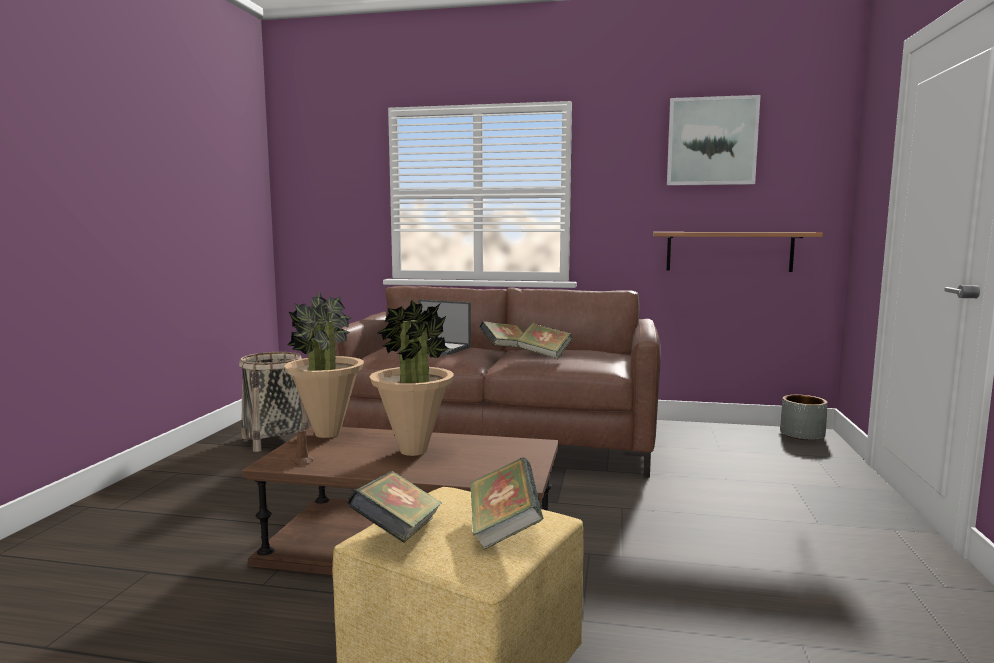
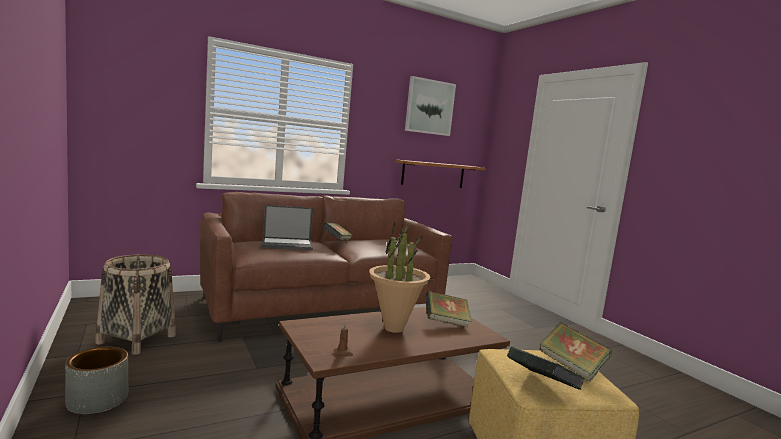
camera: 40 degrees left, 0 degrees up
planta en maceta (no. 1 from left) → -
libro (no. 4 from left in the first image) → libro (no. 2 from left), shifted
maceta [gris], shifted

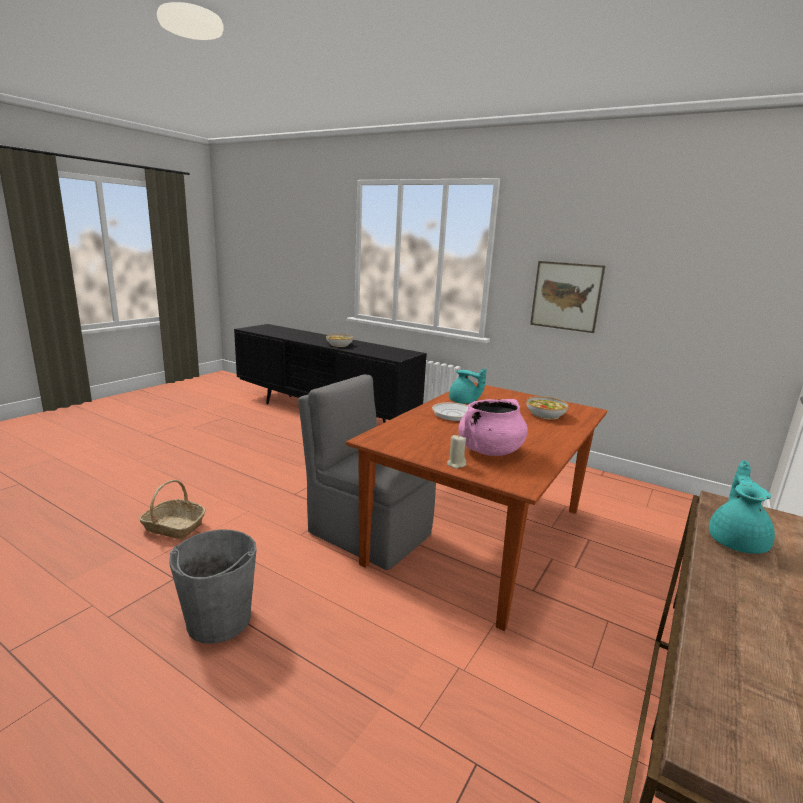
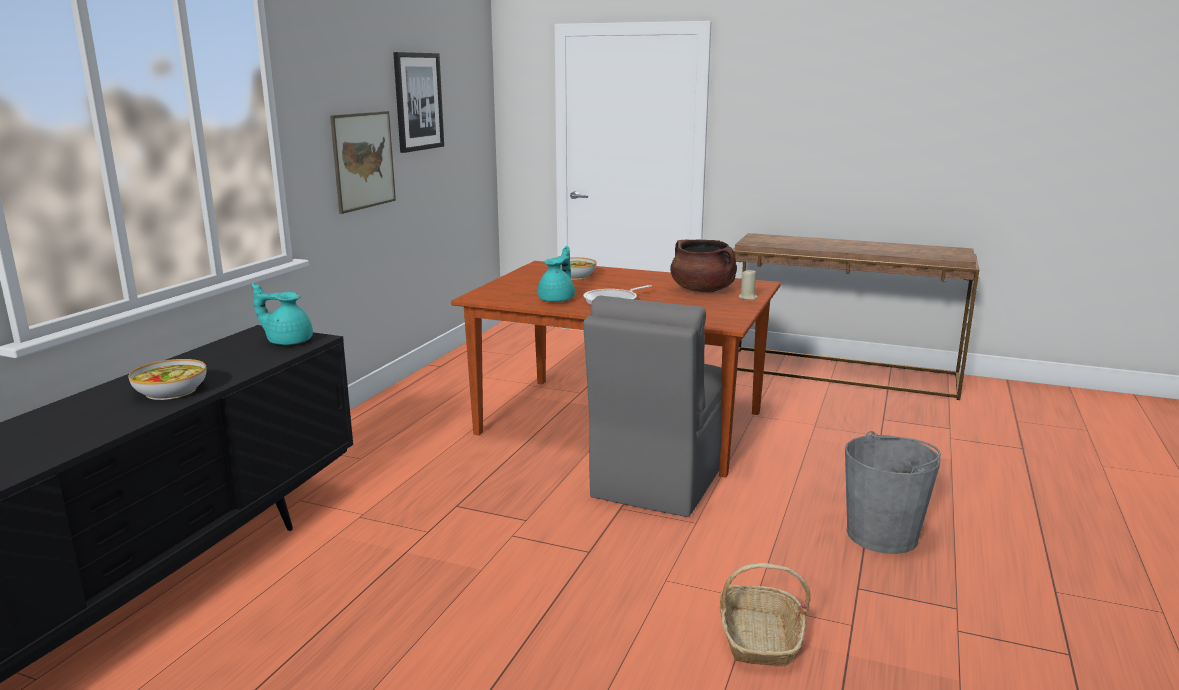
camera: 100 degrees left, 0 degrees up
- → cuadro (no. 2 from left)
tetera [turquesa] (no. 2 from left in the first image) → tetera [turquesa] (no. 1 from left), shifted
olla [rosa] → olla [marrón]

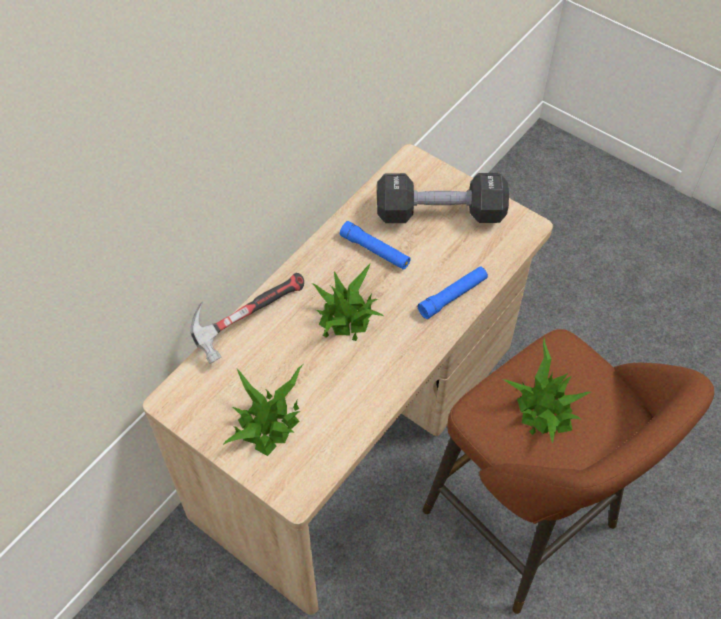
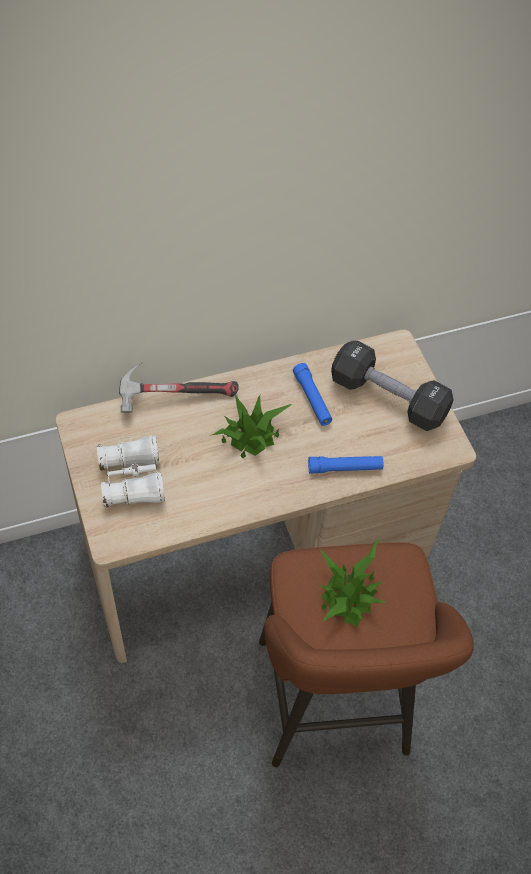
camera: 30 degrees right, 0 degrees up
planta en maceta (no. 1 from left) → prismáticos [blanco]

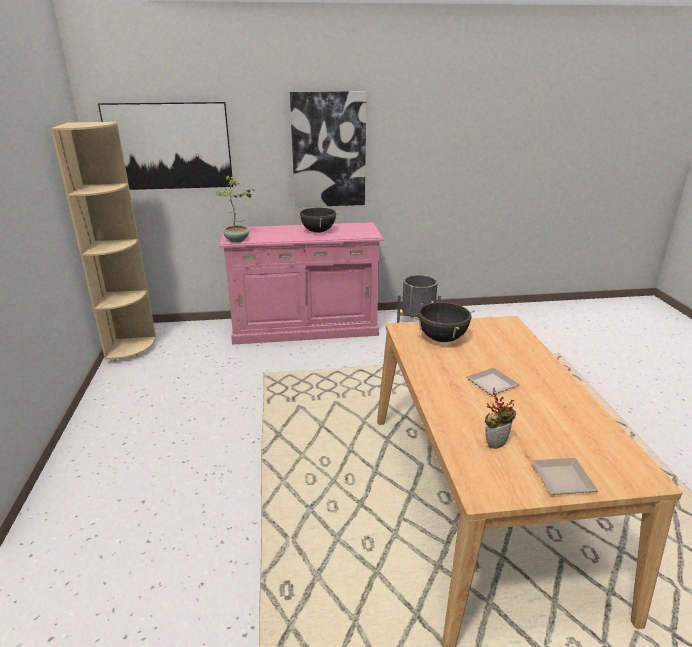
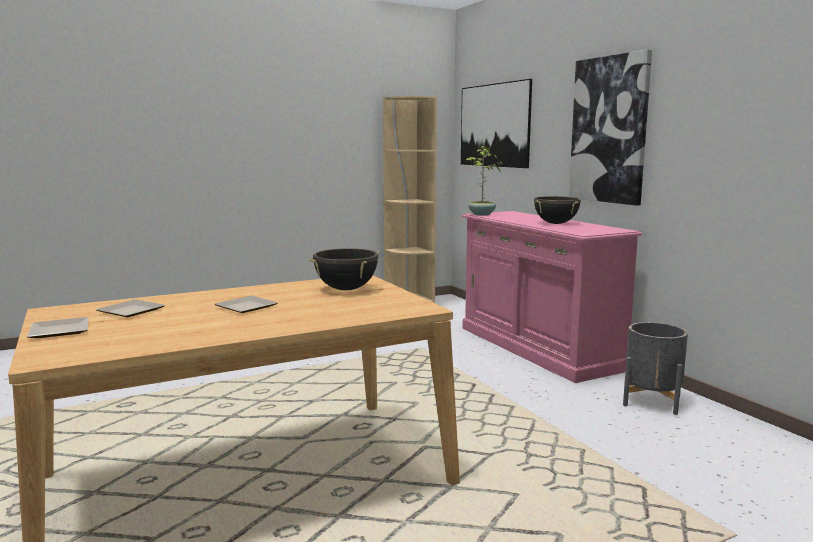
camera: 70 degrees right, 15 degrees down
planta en maceta (no. 2 from left) → plato (no. 2 from left)

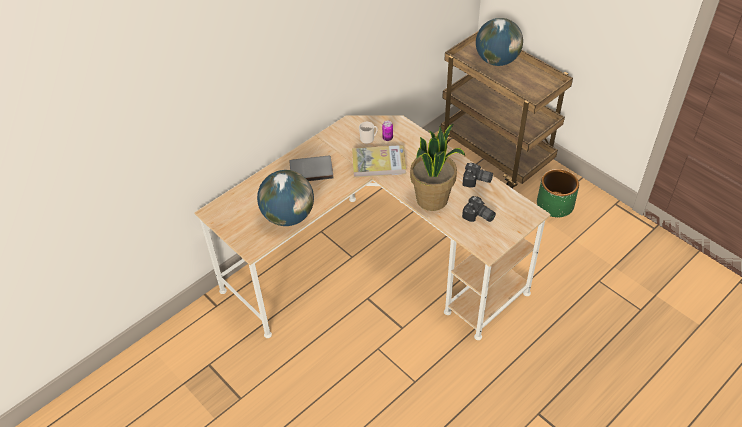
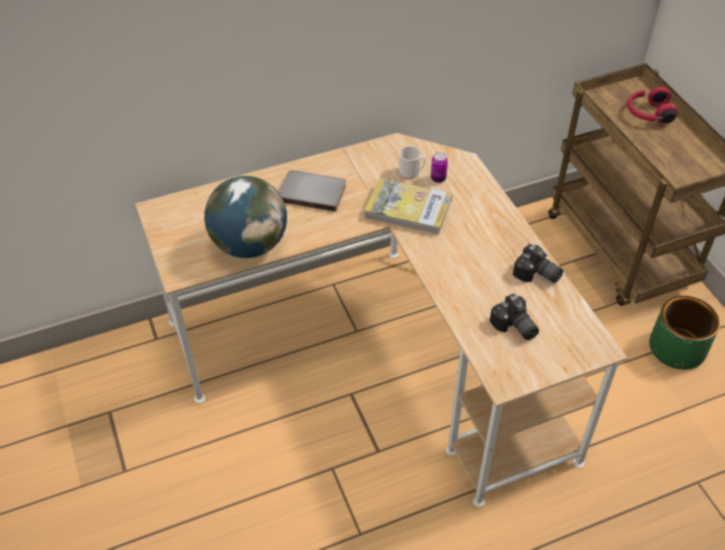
camera: 20 degrees right, 0 degrees up
planta en maceta → -
globo terráqueo (no. 2 from left) → auriculares [rojo]

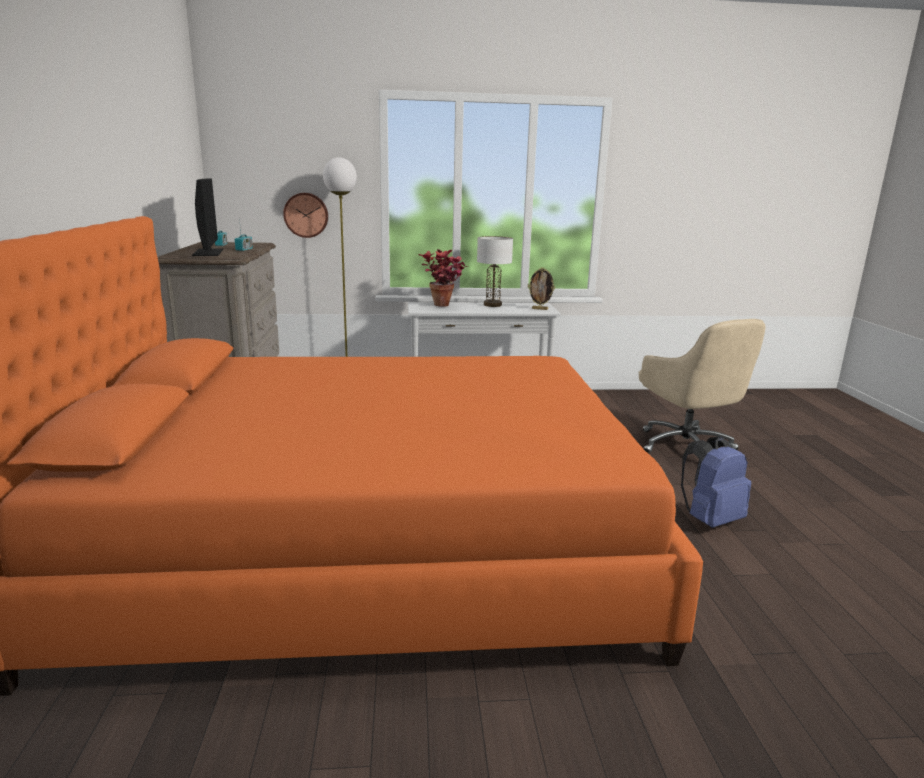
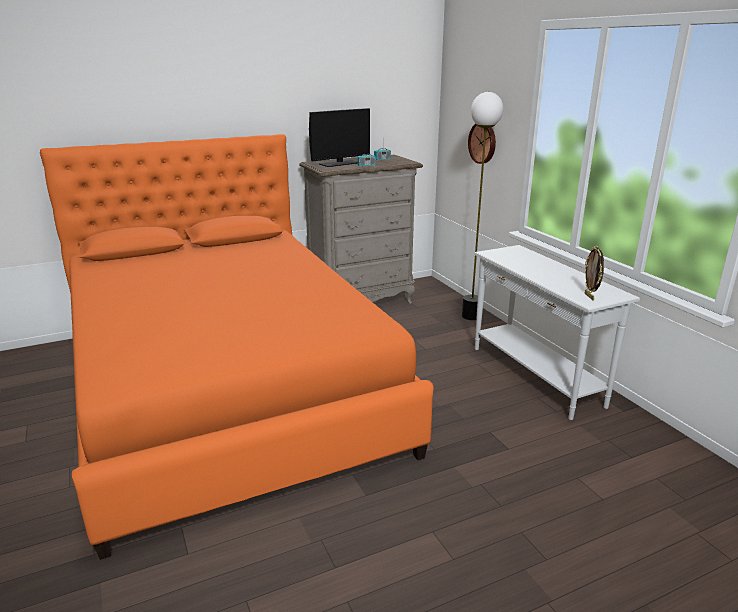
camera: 70 degrees right, 5 degrees up
planta en maceta → -
lámpara de mesa → -
silla de oficina [beis] → -
mochila [azul] → -

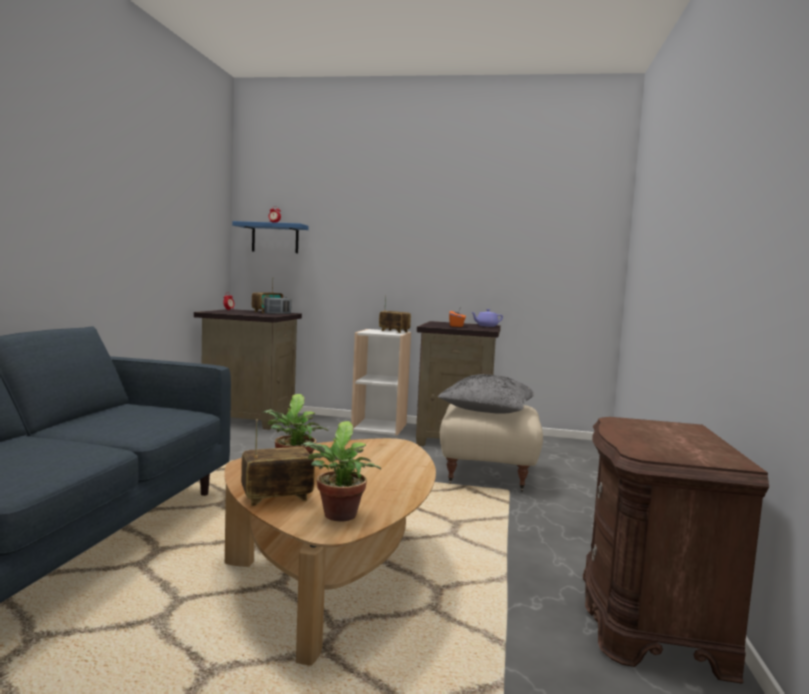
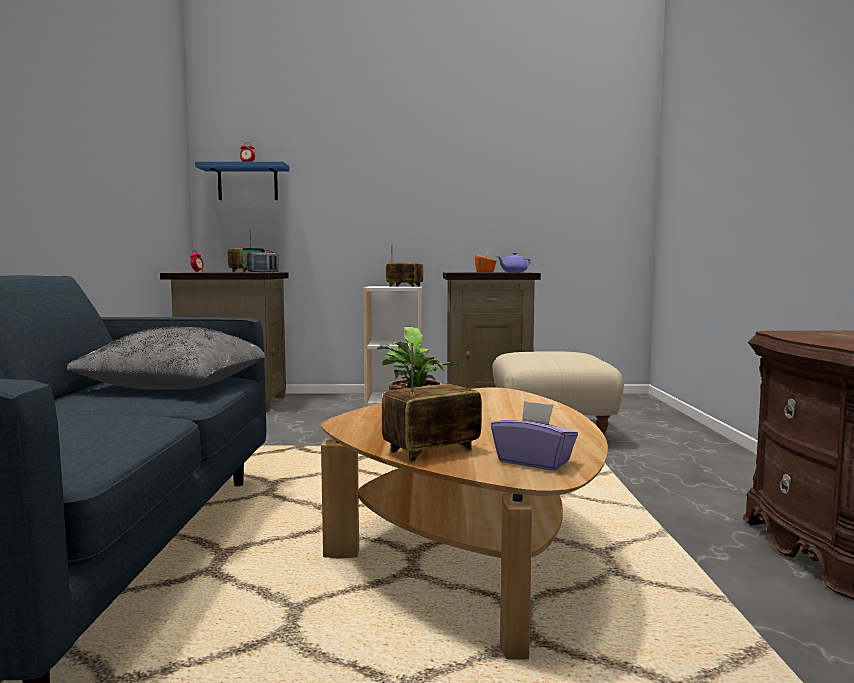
camera: 10 degrees left, 0 degrees up
cojín [gris], shifted
planta en maceta (no. 2 from left) → caja de pañuelos [morado]

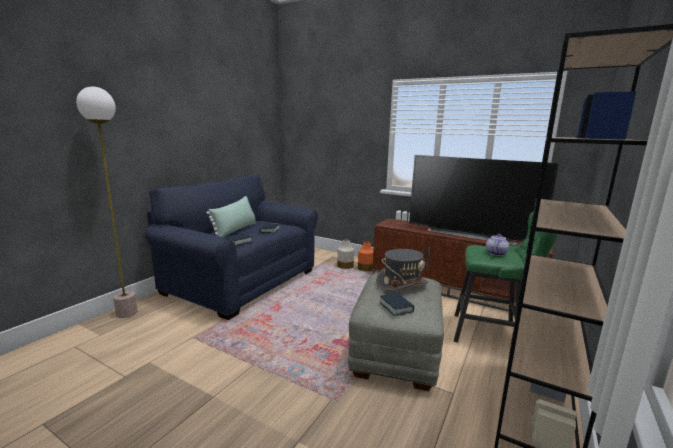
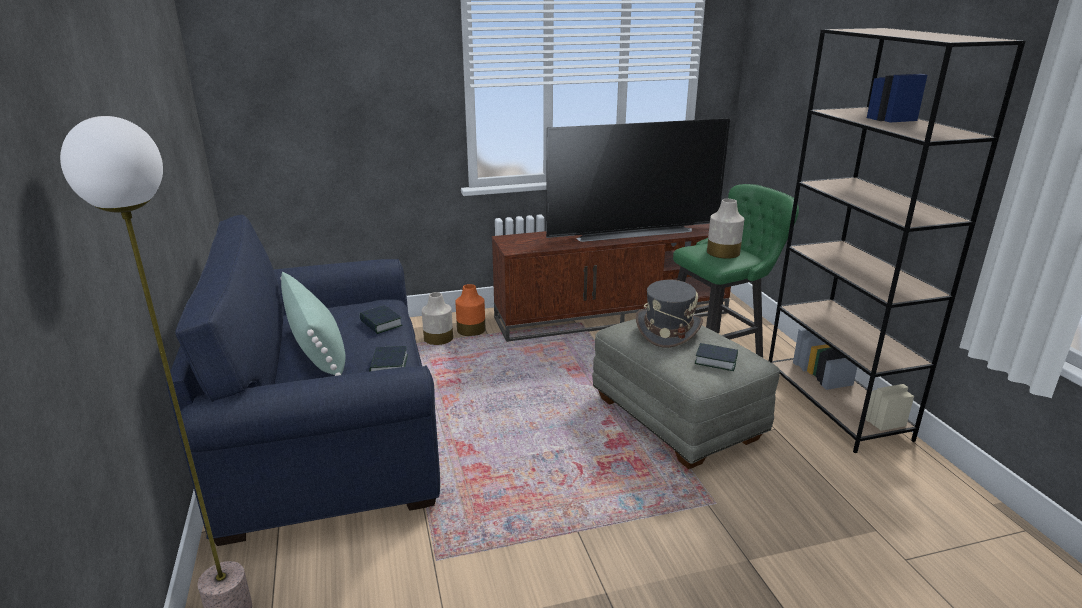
camera: 45 degrees left, 10 degrees up
tetera → florero [beis] (no. 2 from left)

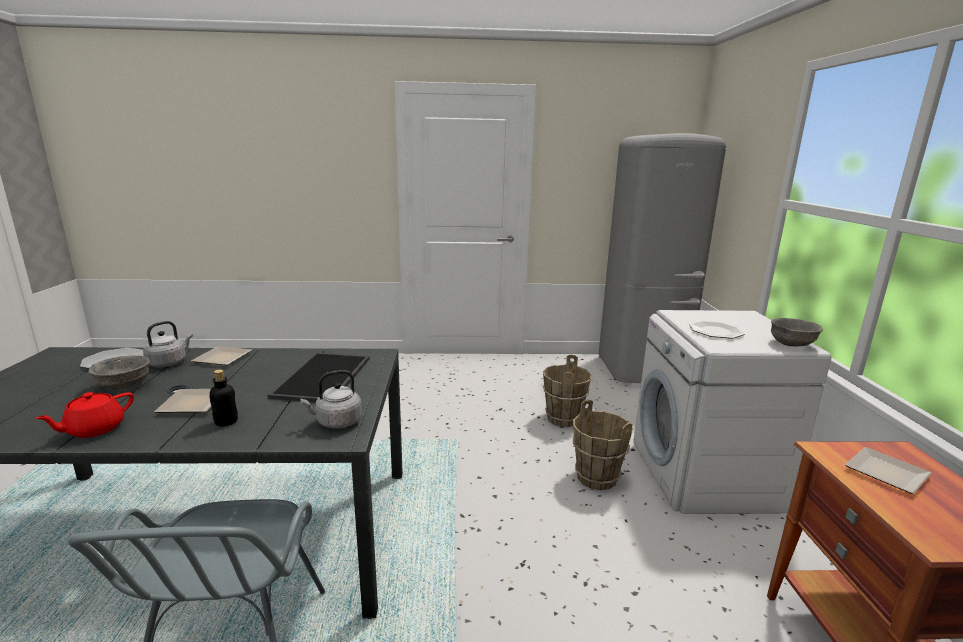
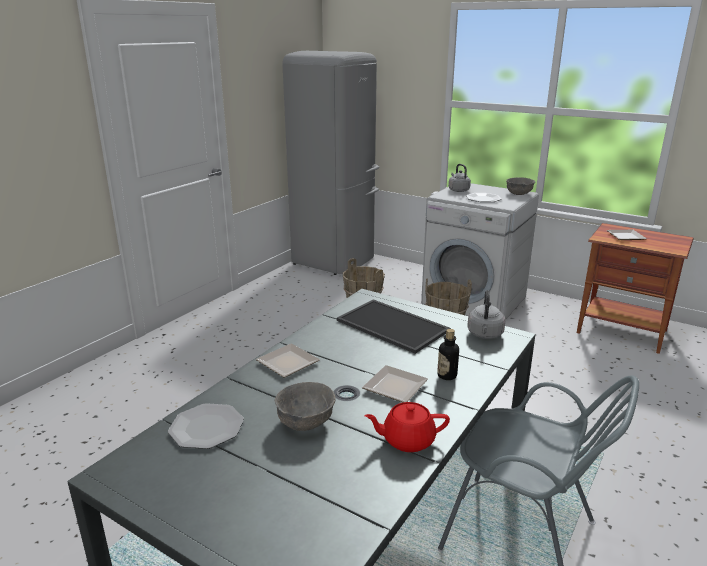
camera: 55 degrees left, 5 degrees up
hervidor [gris] (no. 1 from left), shifted
tetera [rojo], 105 degrees clockwise

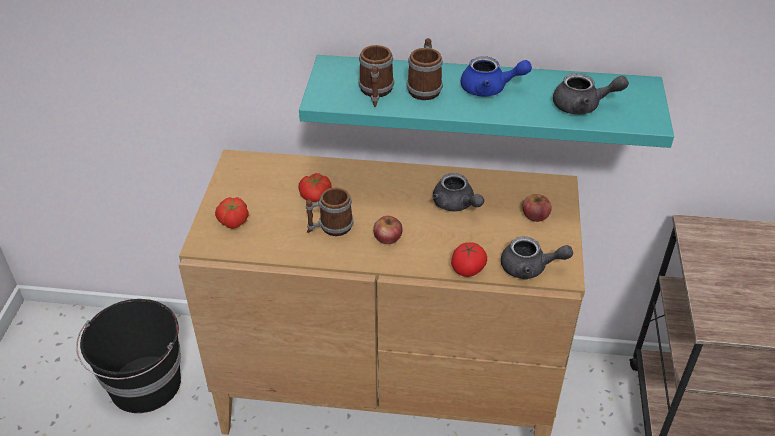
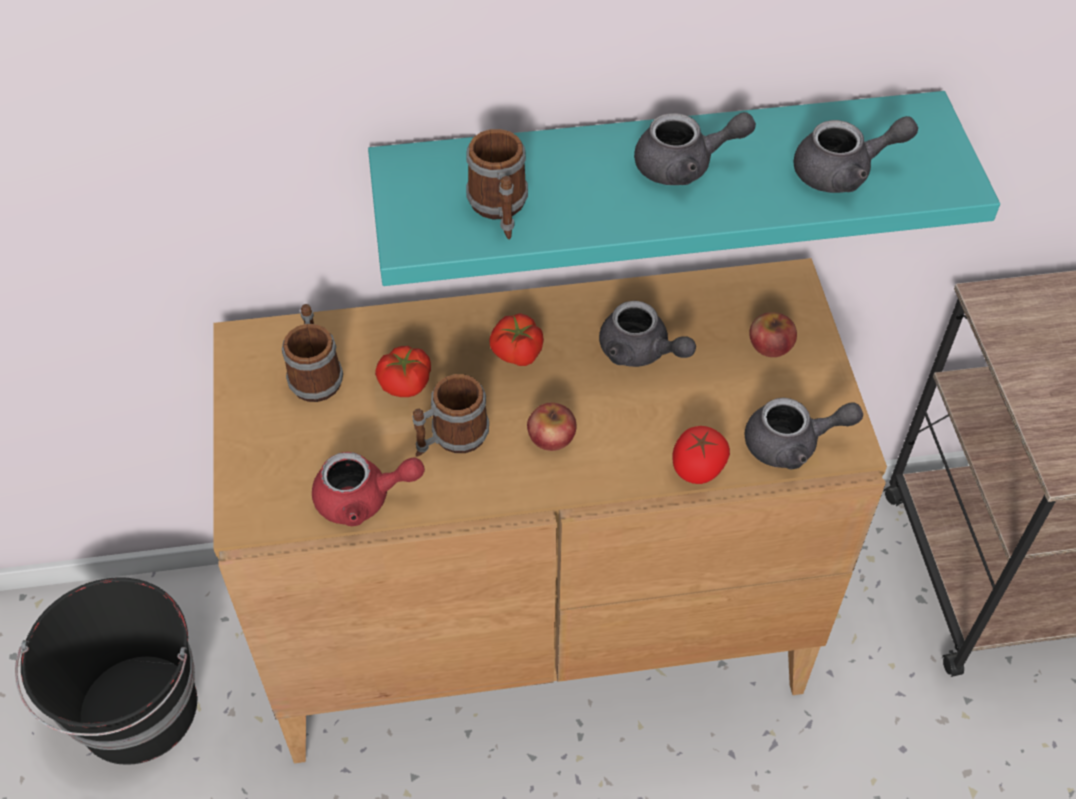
camera: 15 degrees left, 10 degrees up
- → tetera [rojo]
tomate (no. 1 from left in the first image) → tomate (no. 2 from left), shifted
taza grande (no. 3 from left in the first image) → taza grande (no. 1 from left), shifted
tetera [azul] → tetera [gris] (no. 2 from left)

